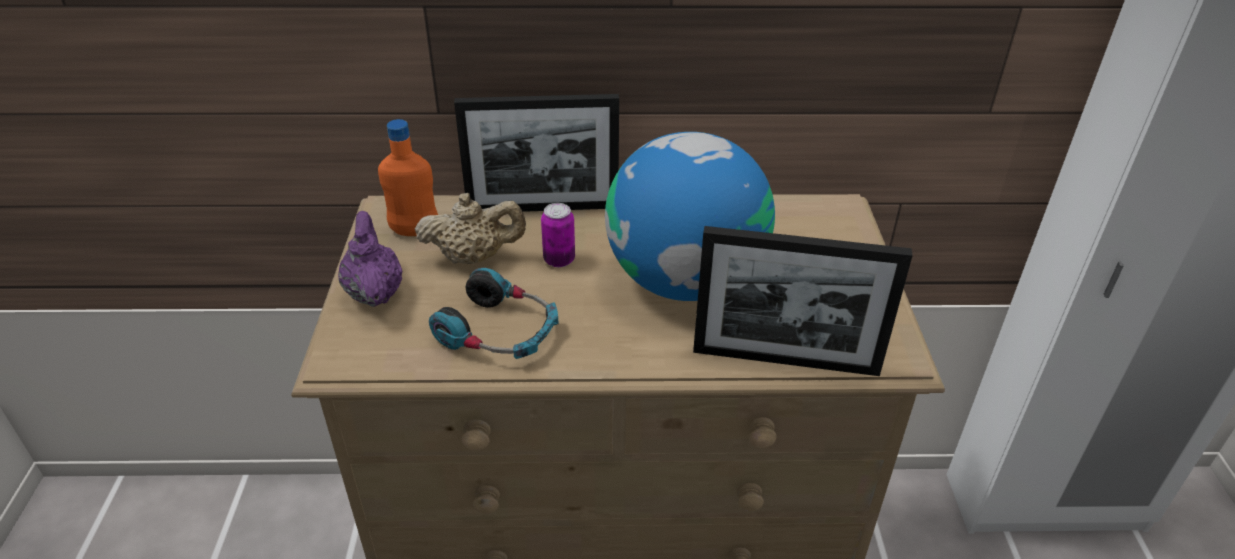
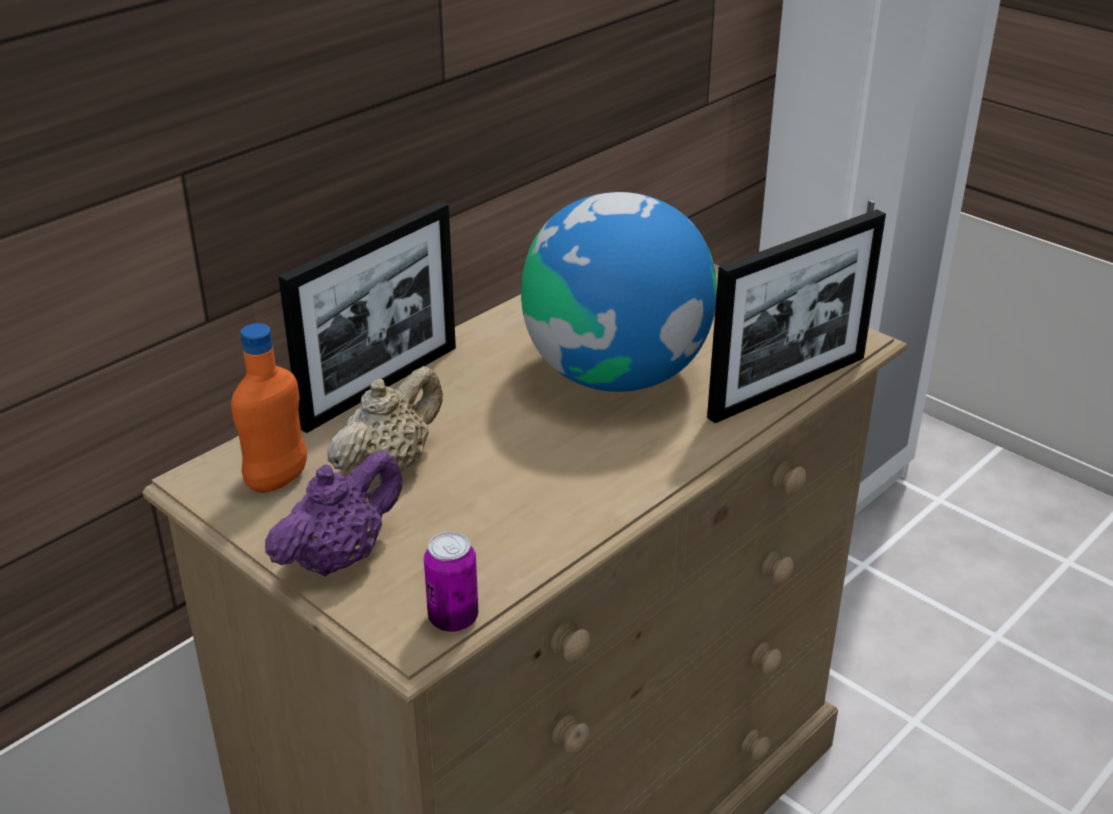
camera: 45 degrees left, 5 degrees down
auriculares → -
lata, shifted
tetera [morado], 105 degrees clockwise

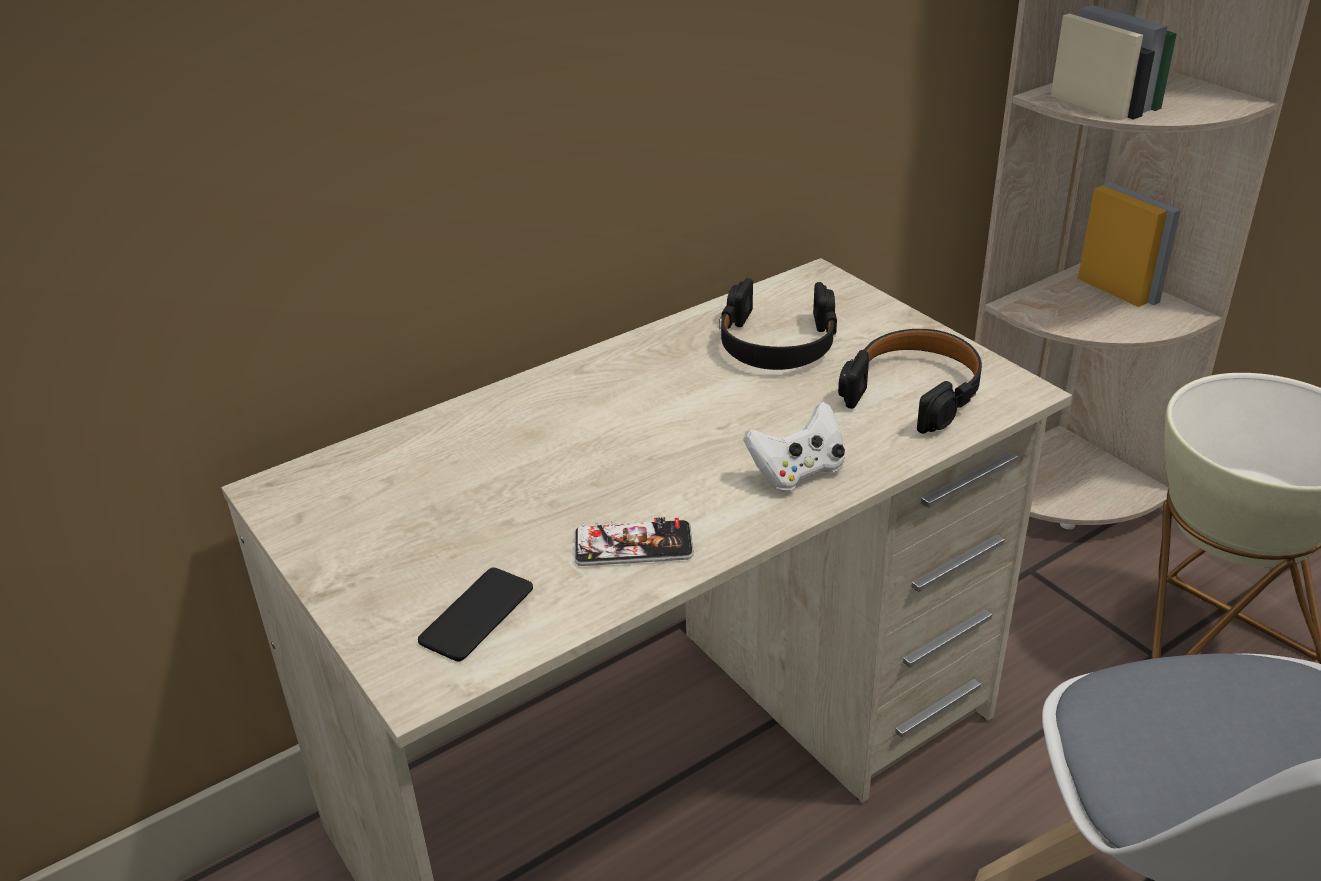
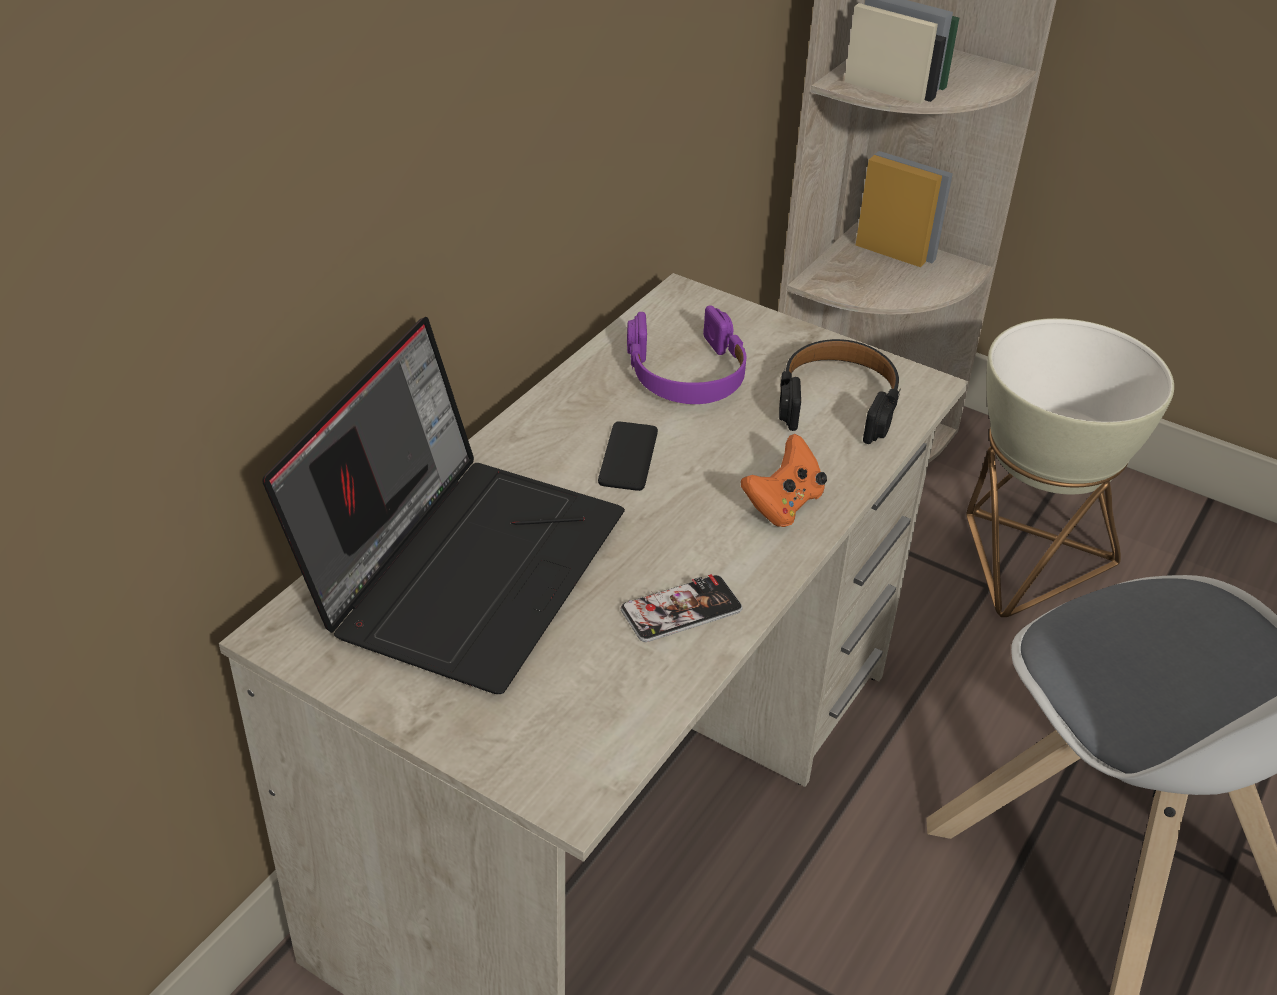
camera: 25 degrees left, 5 degrees up
- → portátil
móvil (no. 1 from left), shifted
auriculares [negro] (no. 1 from left) → auriculares [morado]
mando de consola [blanco] → mando de consola [naranja]

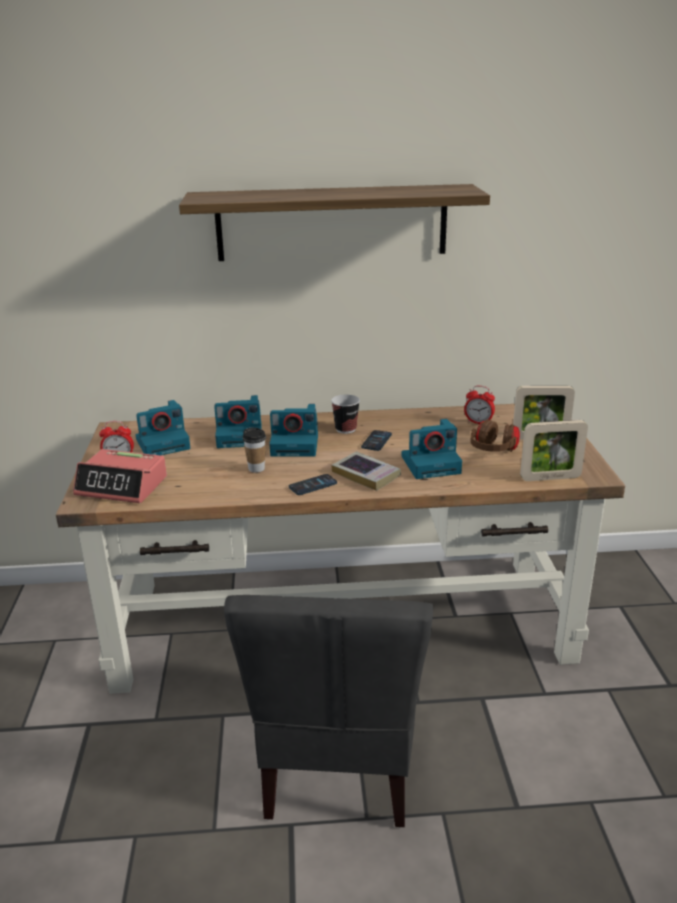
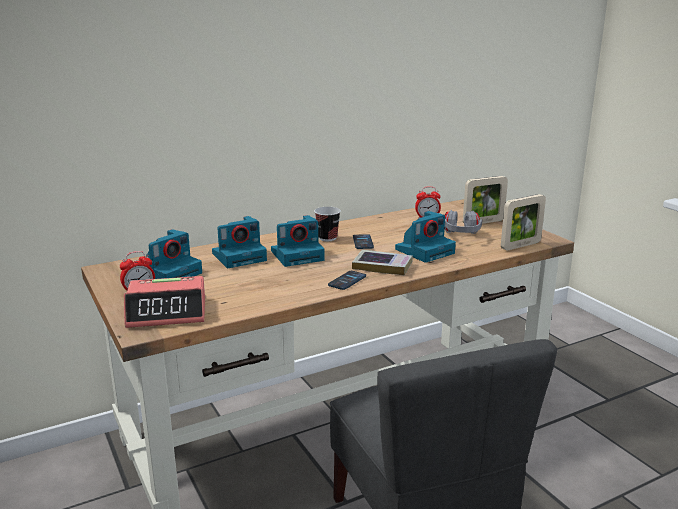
camera: 25 degrees left, 5 degrees down
estante → -
taza (no. 1 from left) → -
auriculares [marrón] → auriculares [gris]

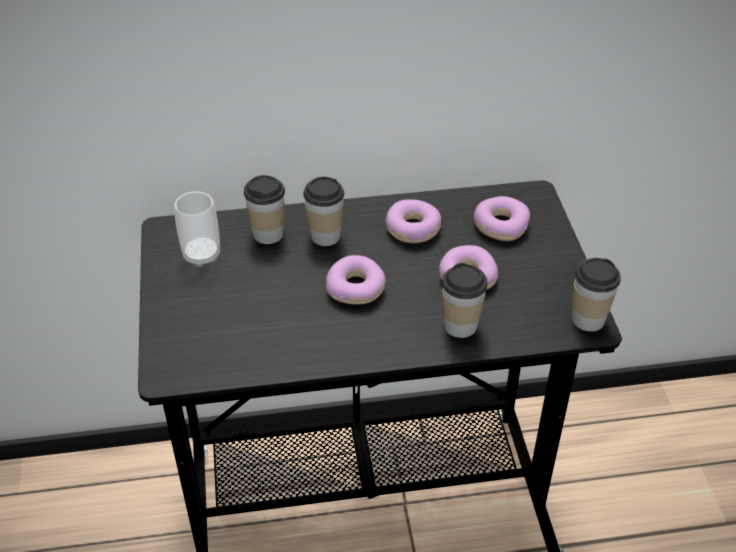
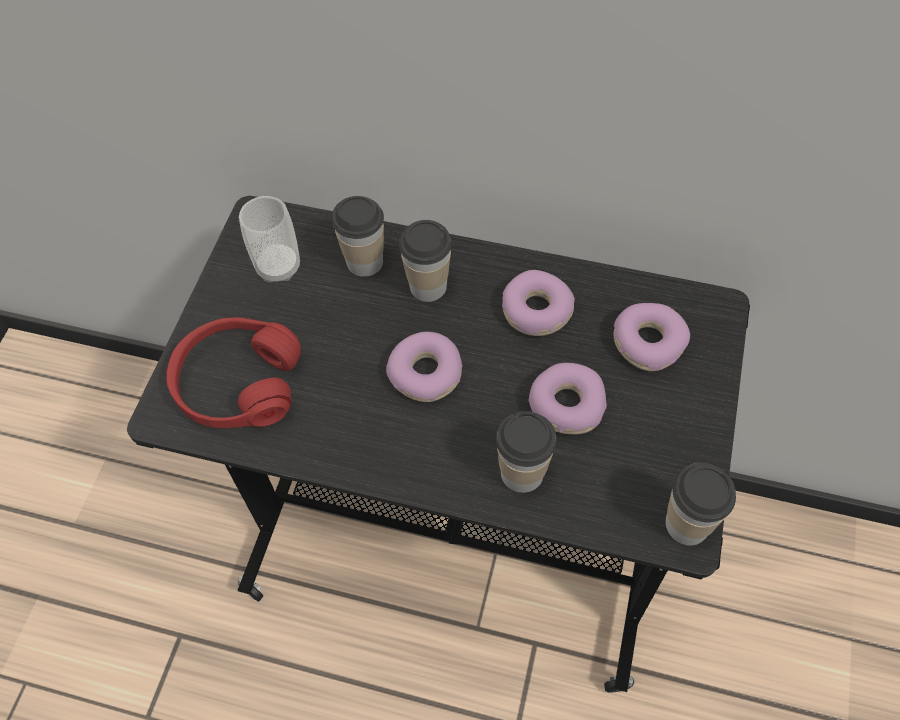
camera: 25 degrees right, 15 degrees up
- → auriculares [rojo]

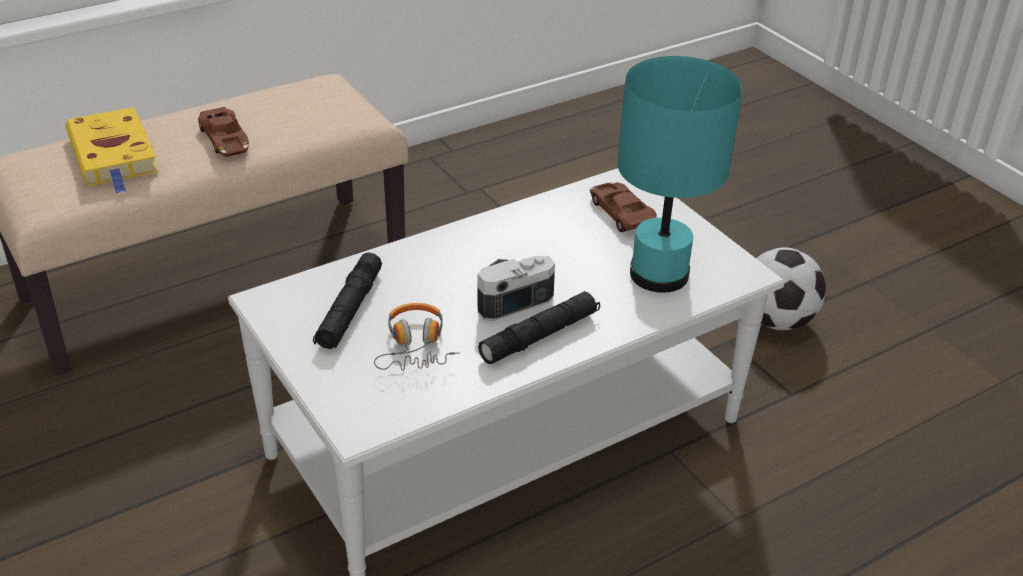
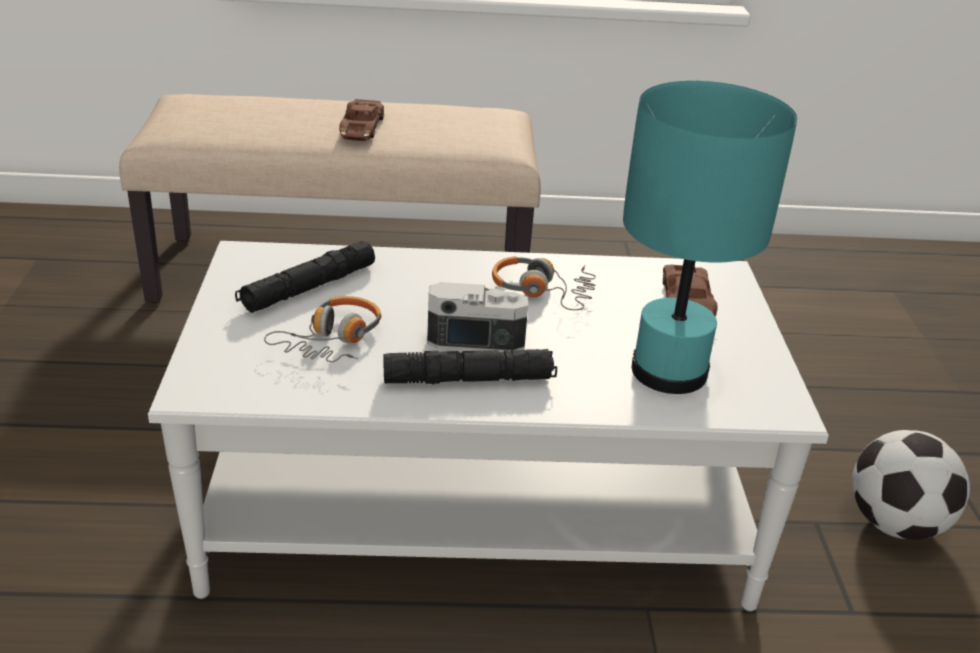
camera: 30 degrees right, 5 degrees down
libro [amarillo] → -
- → auriculares (no. 2 from left)

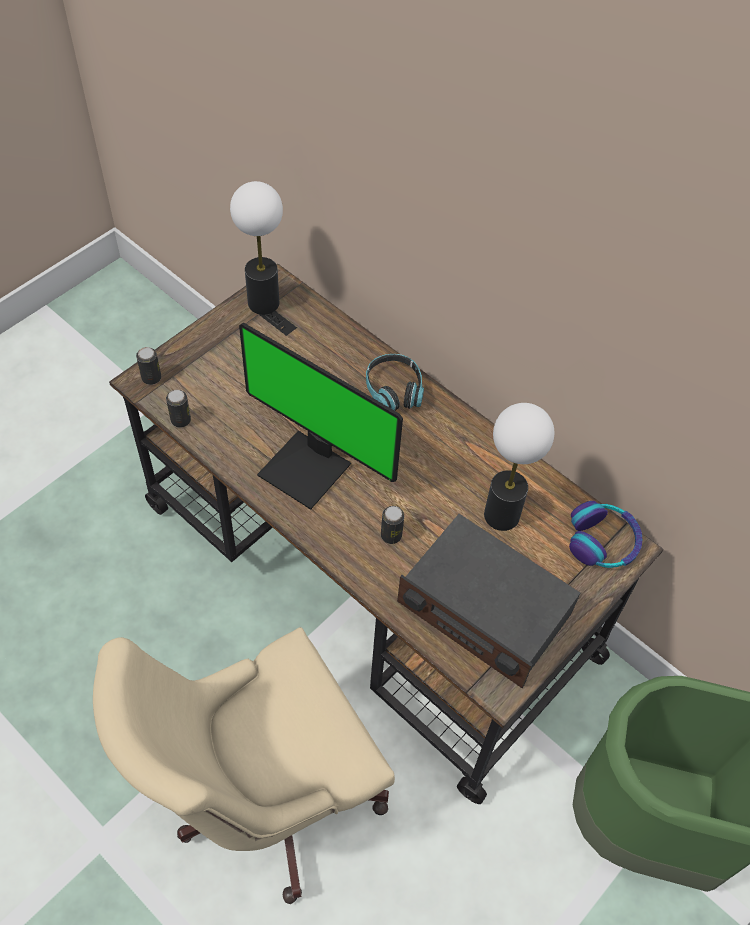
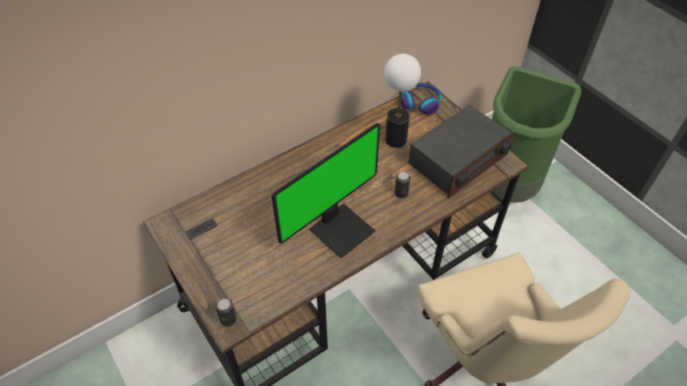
camera: 75 degrees left, 5 degrees down
lata (no. 2 from left) → -
lámpara de mesa (no. 1 from left) → -
auriculares (no. 1 from left) → -

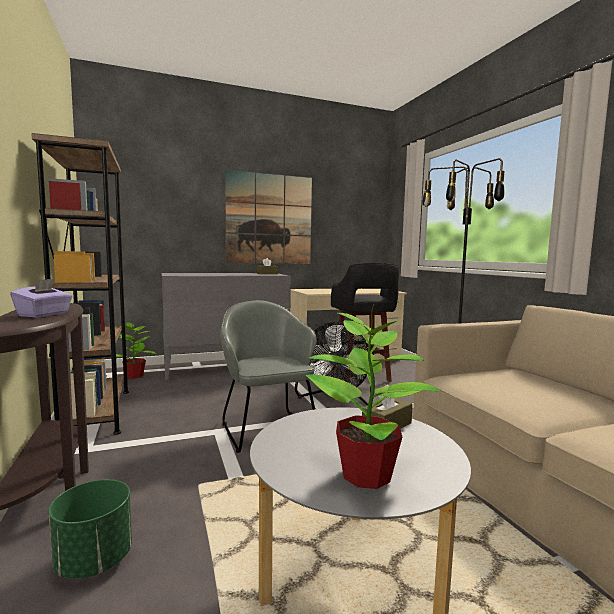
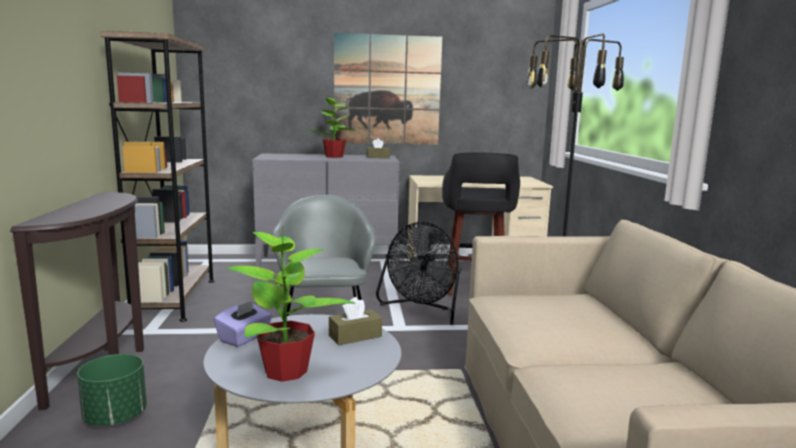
camera: 15 degrees right, 5 degrees up
caja de pañuelos [morado], shifted
planta en maceta (no. 1 from left in the first image) → planta en maceta (no. 2 from left), shifted

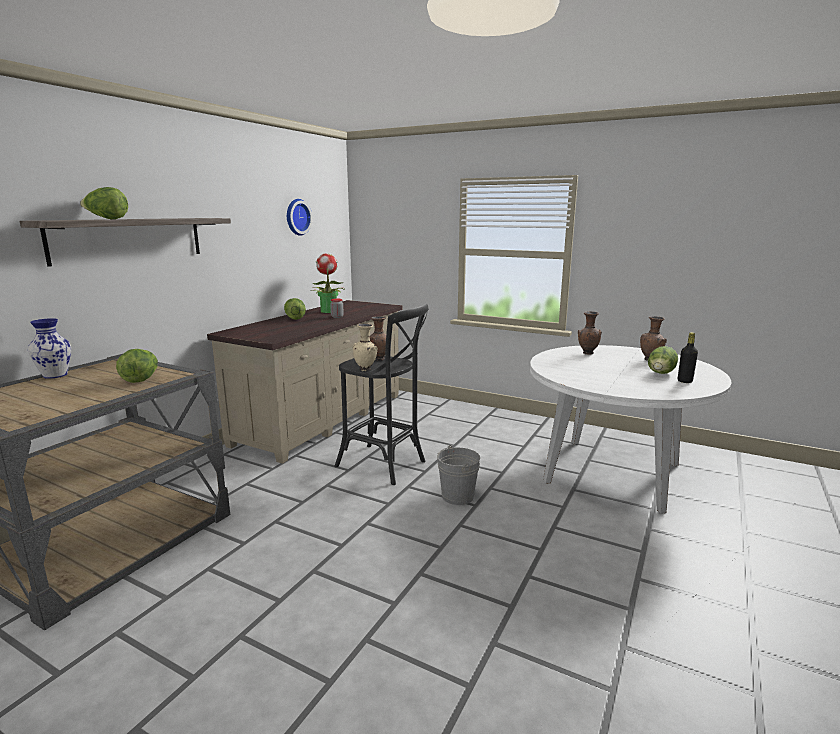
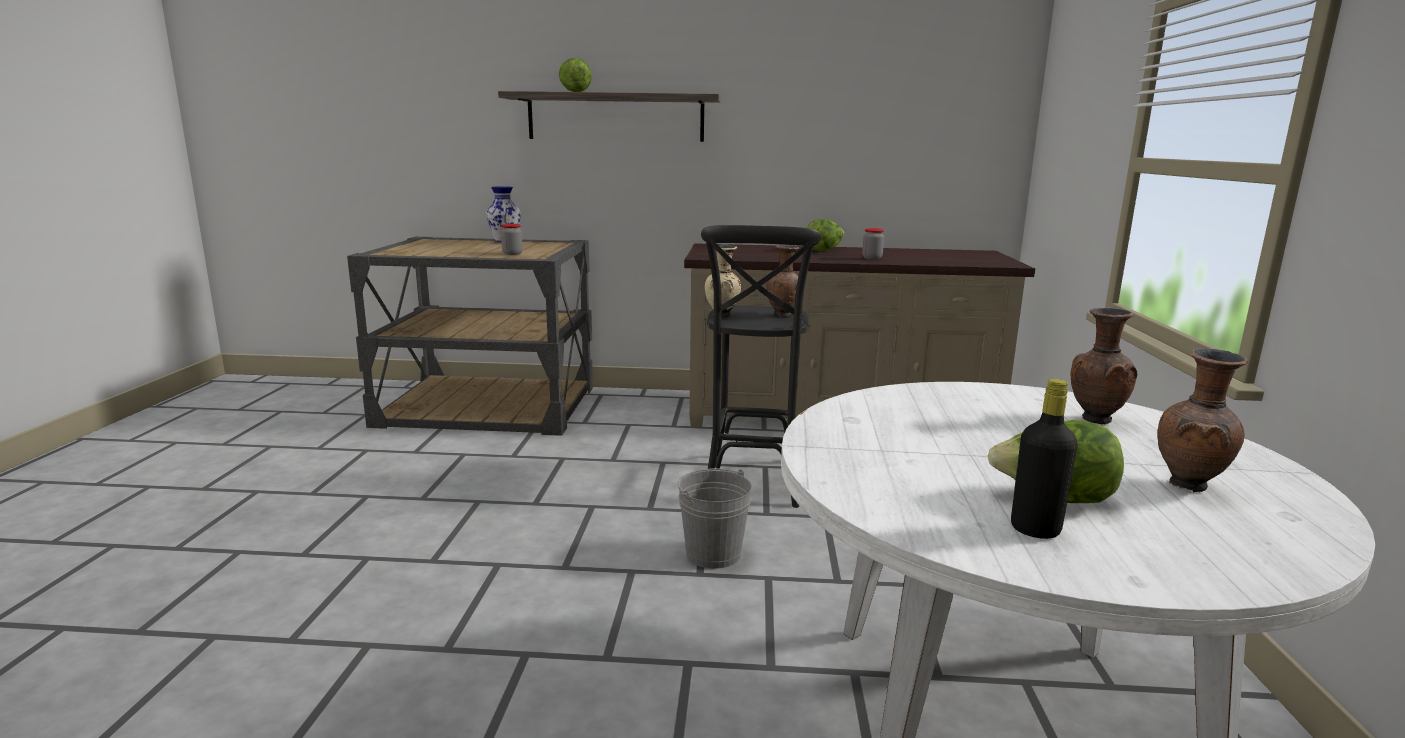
camera: 65 degrees right, 0 degrees up
reloj de pared → -
planta en maceta → -
lechuga (no. 2 from left) → tarro (no. 1 from left)

